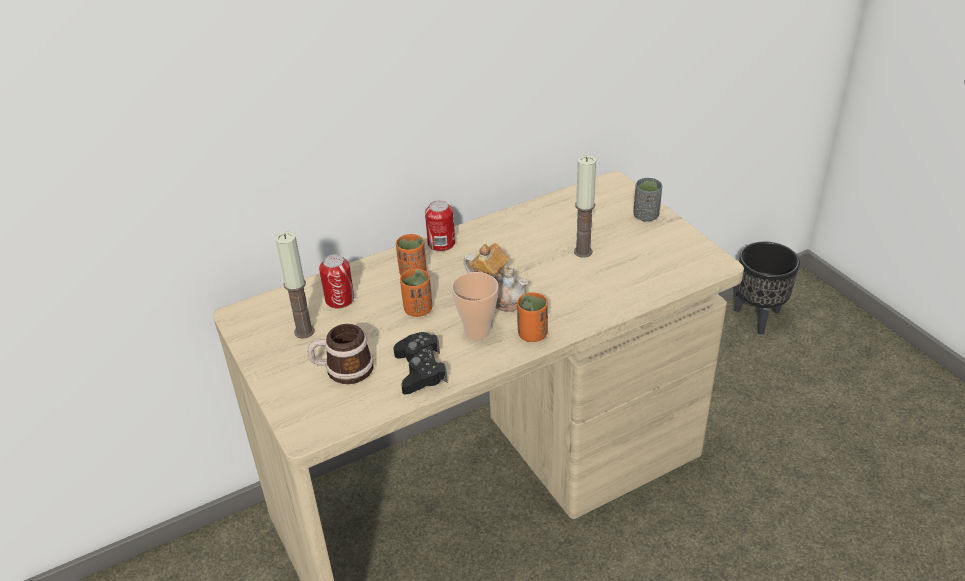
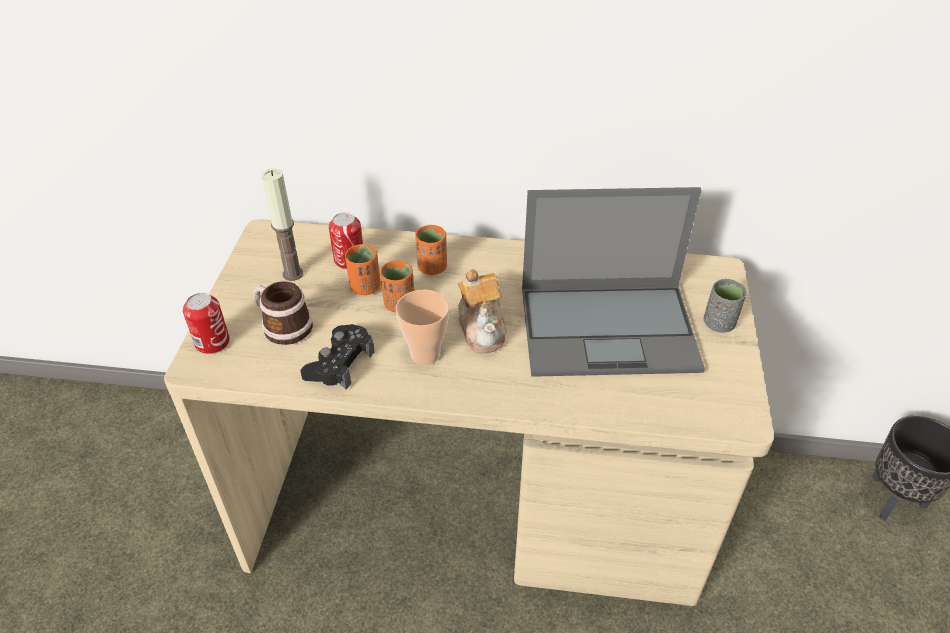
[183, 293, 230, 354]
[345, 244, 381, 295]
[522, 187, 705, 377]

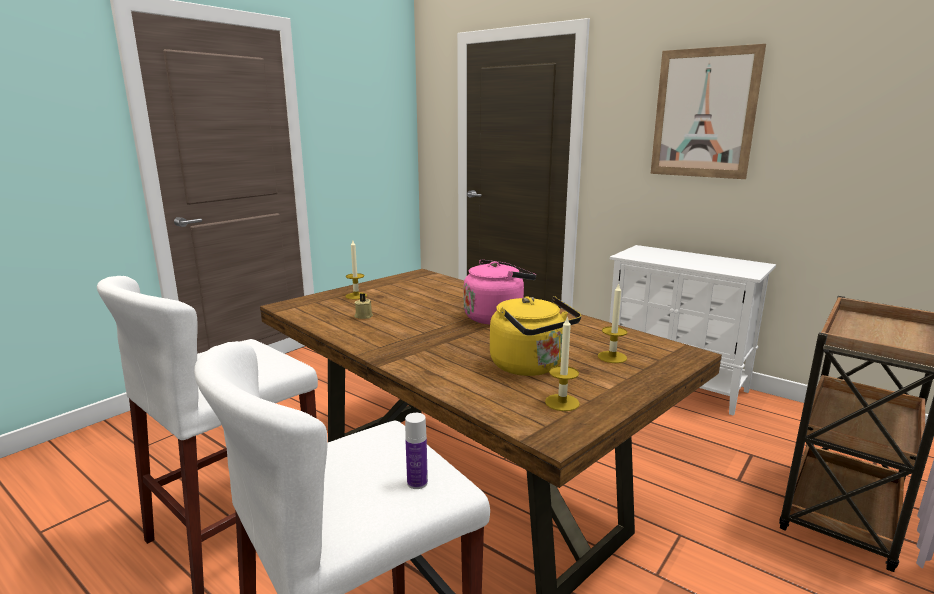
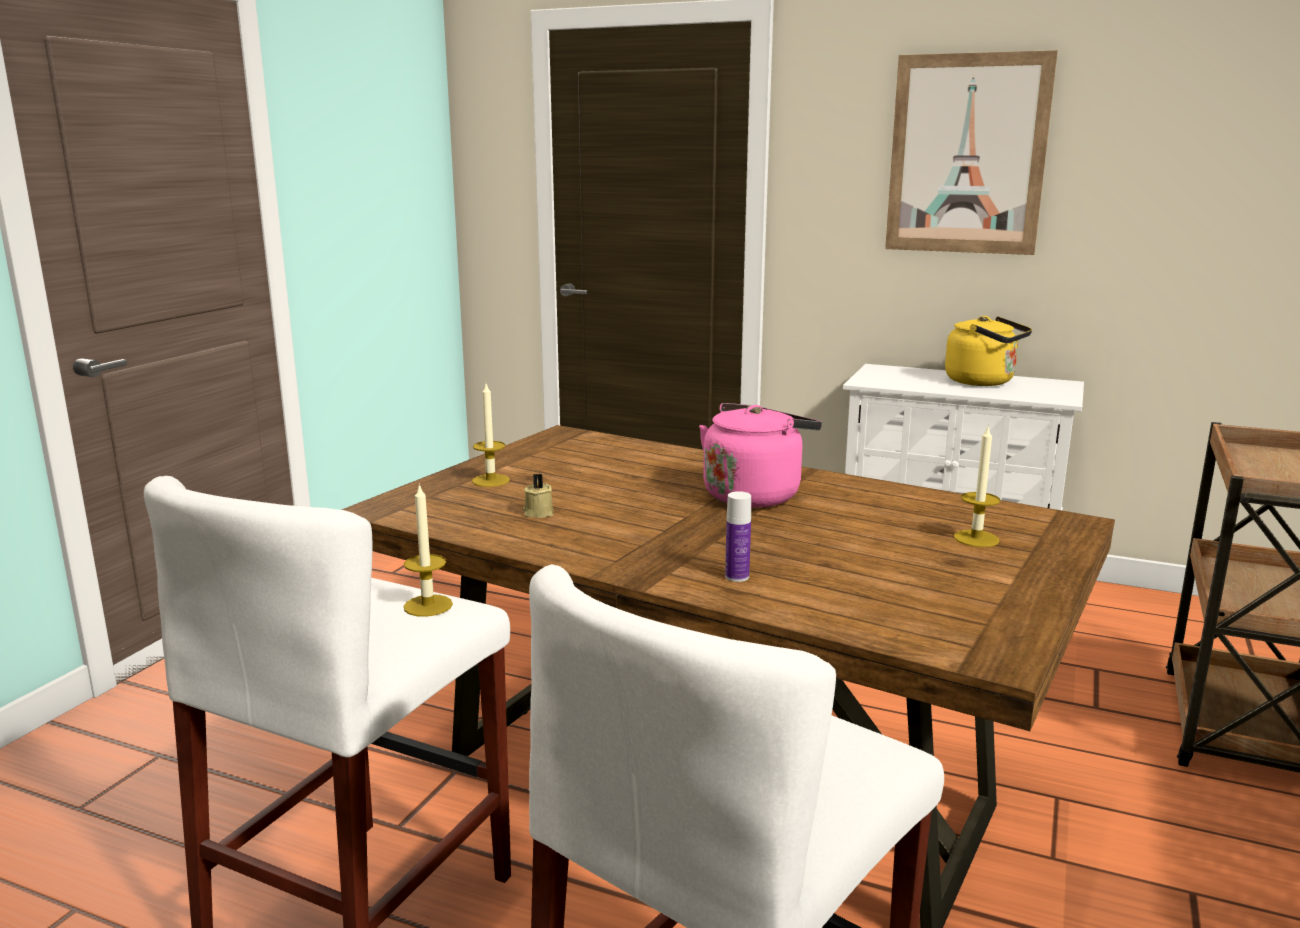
[404, 483, 453, 617]
[725, 491, 751, 582]
[945, 316, 1032, 386]

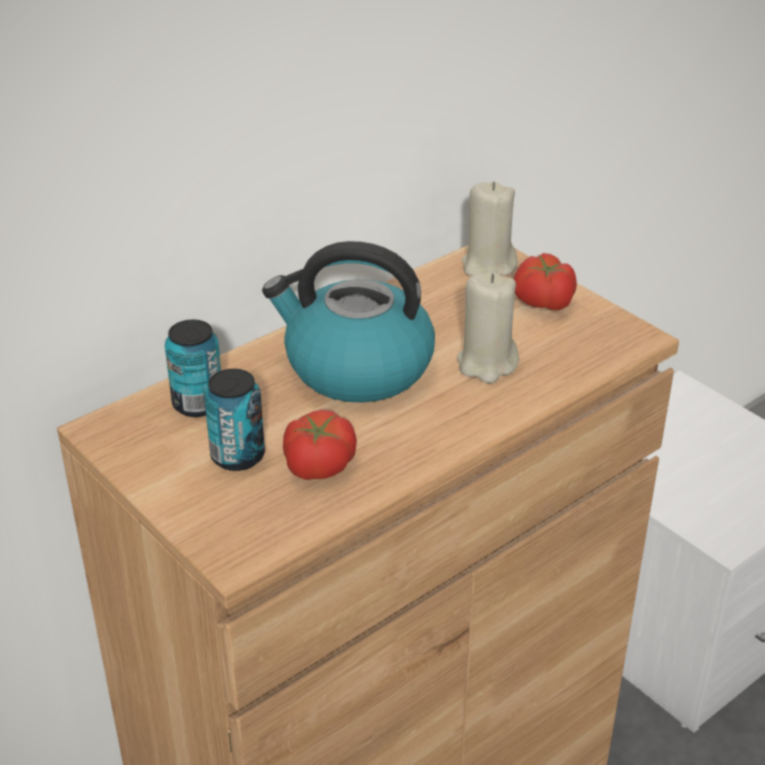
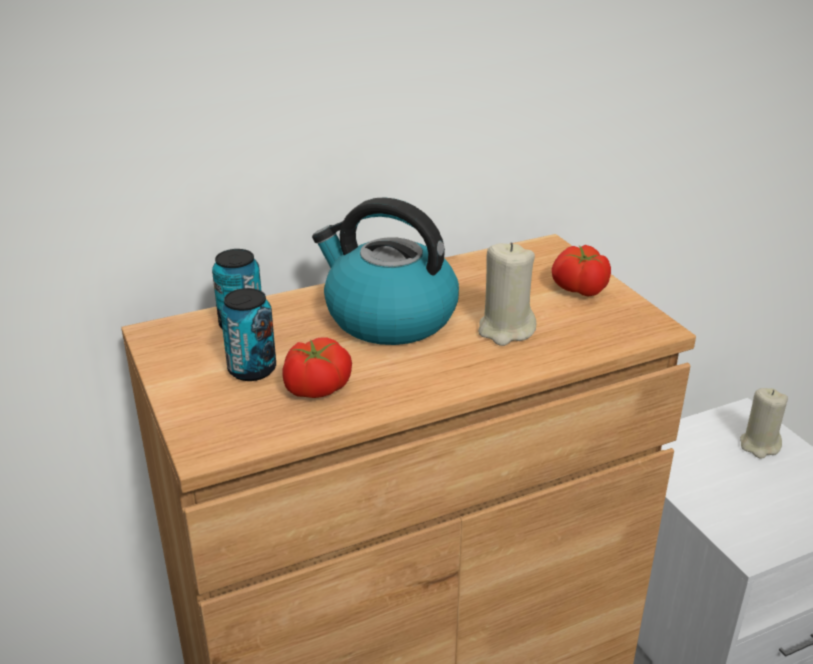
[740, 388, 788, 458]

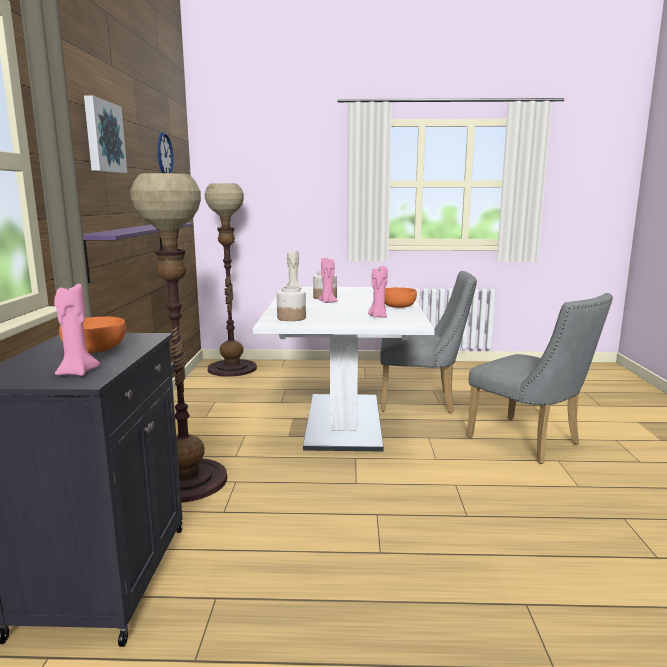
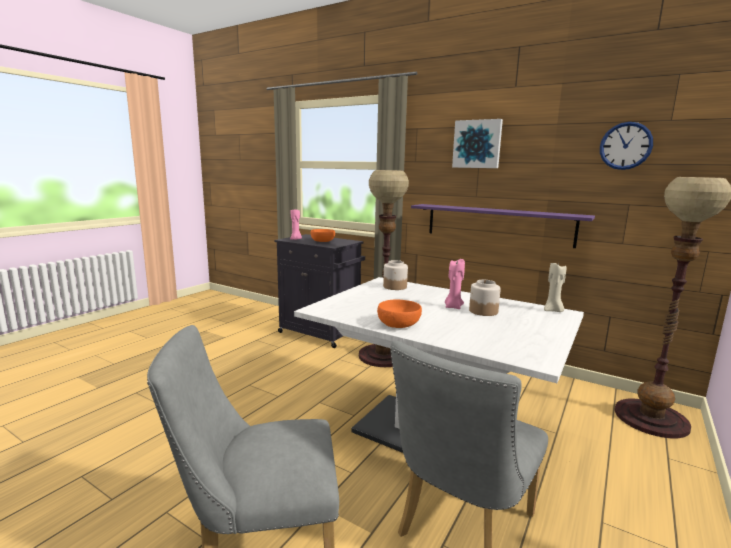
[368, 266, 387, 318] (first image)

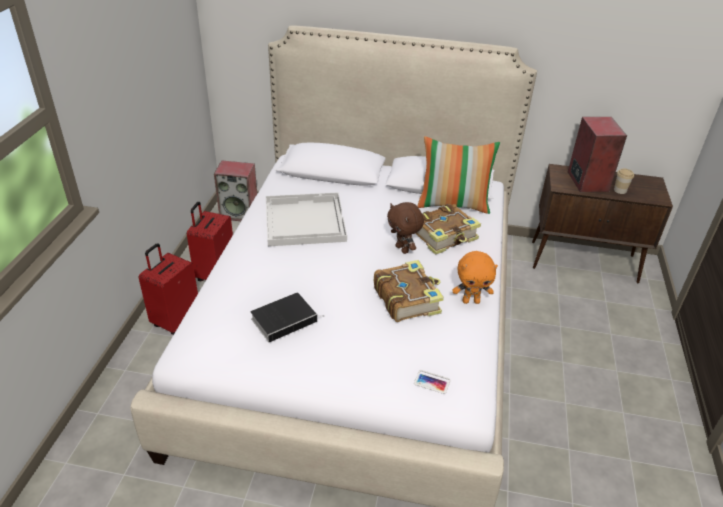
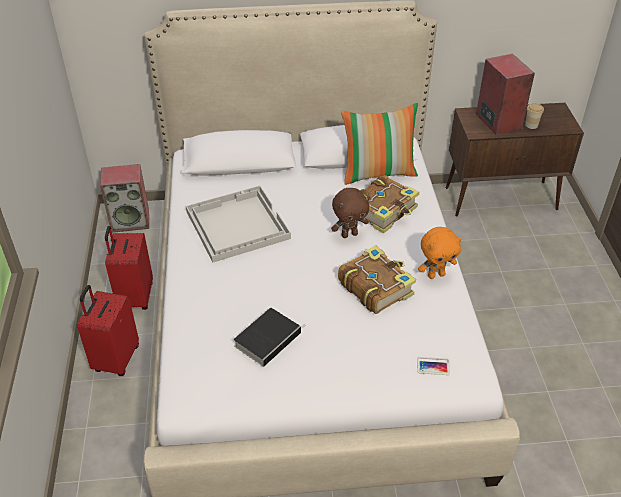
[331, 188, 370, 238]

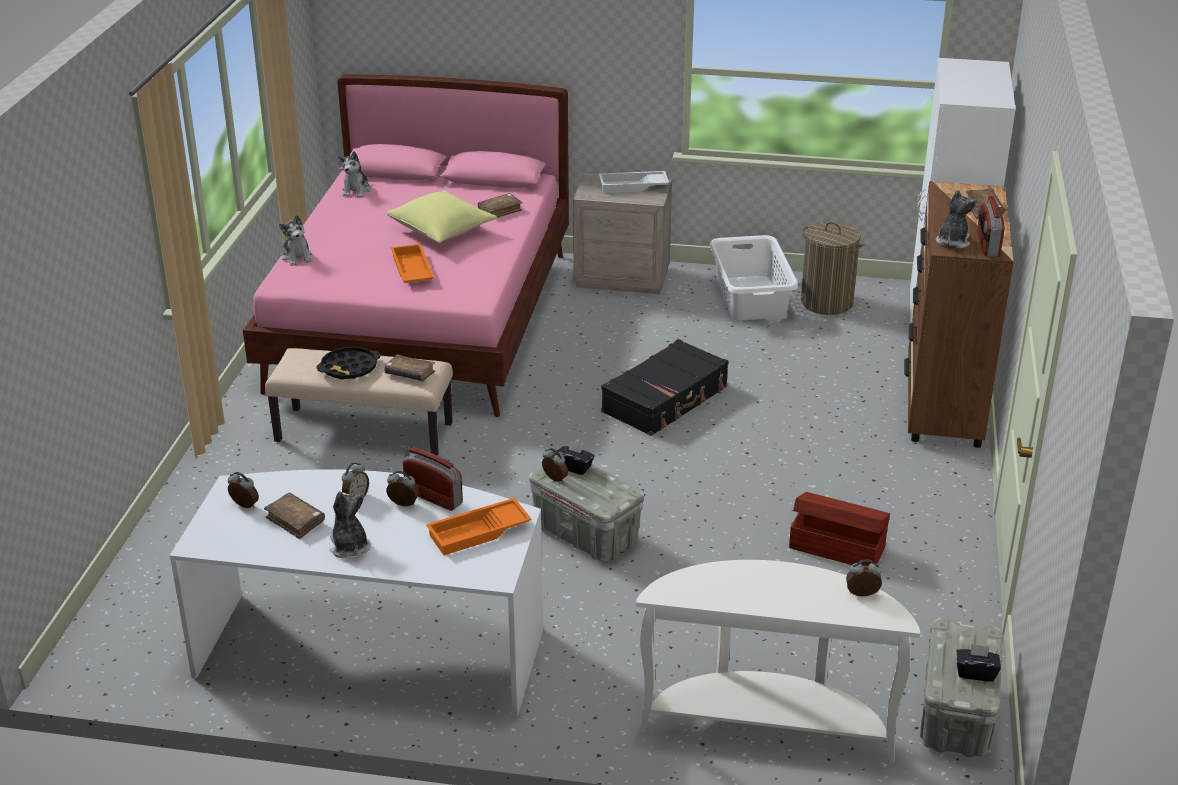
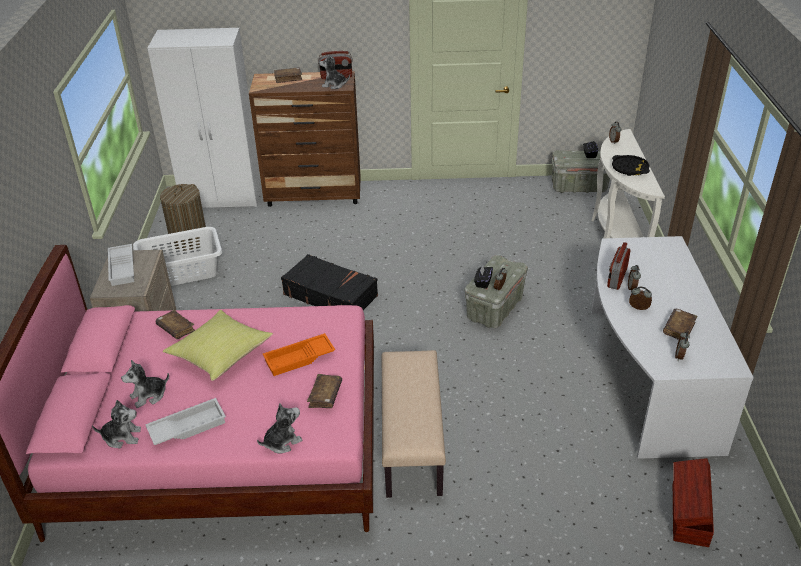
[121, 360, 169, 408]
[145, 398, 226, 445]
[307, 374, 342, 408]
[612, 155, 650, 176]
[673, 458, 714, 547]
[426, 498, 532, 555] (first image)

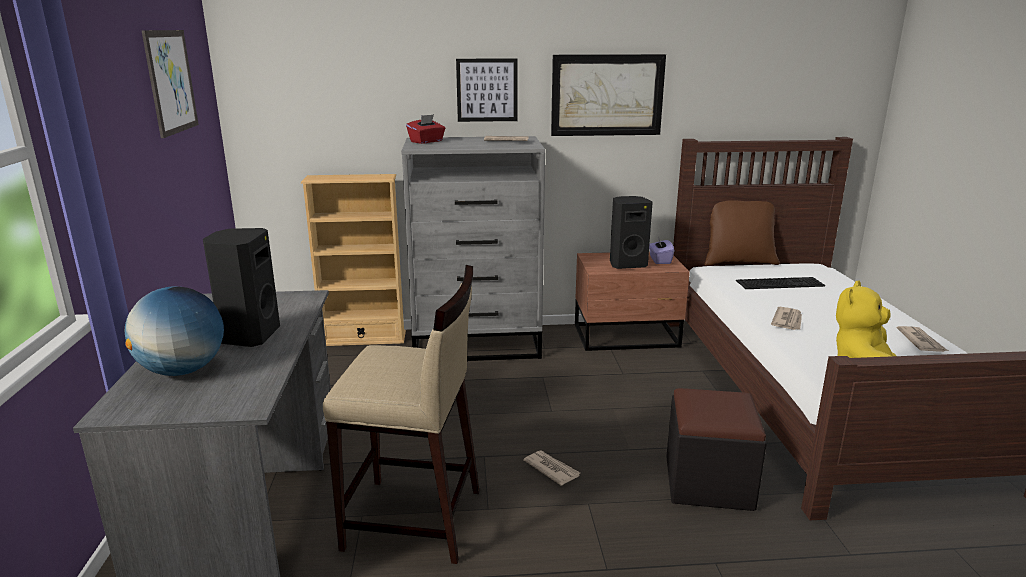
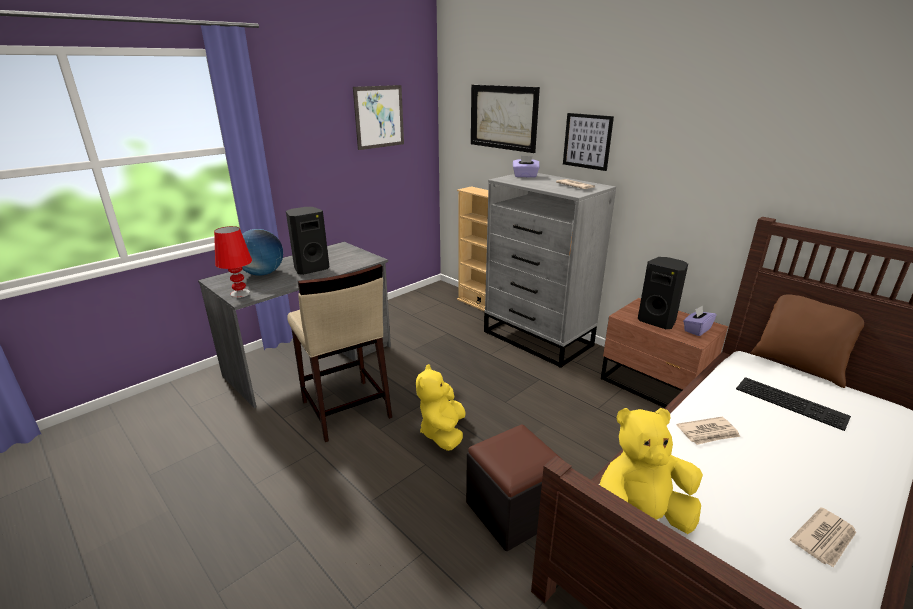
[214, 226, 252, 298]
[416, 364, 466, 451]
[471, 85, 540, 153]
[513, 156, 540, 178]

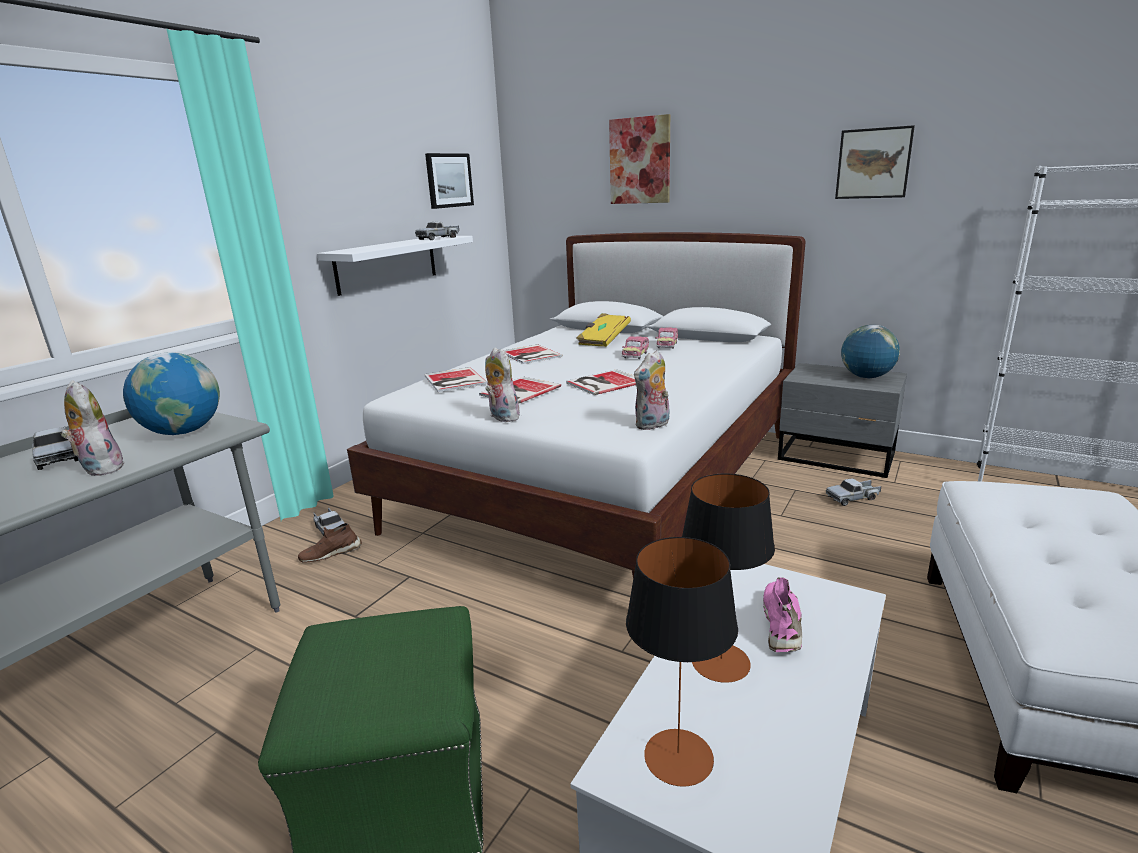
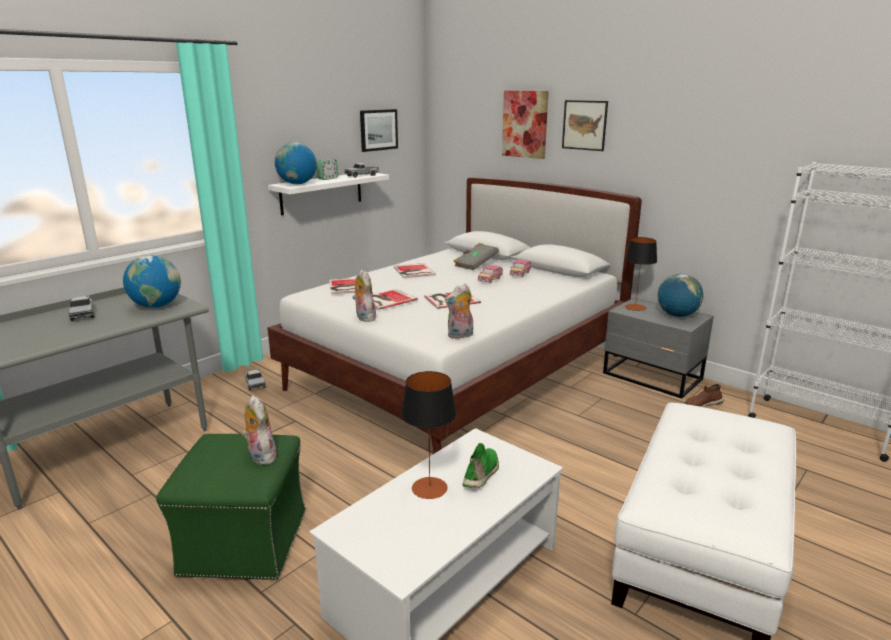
[242, 395, 278, 465]
[275, 142, 317, 184]
[316, 159, 338, 180]
[454, 243, 499, 270]
[463, 443, 499, 488]
[562, 100, 608, 151]
[625, 237, 657, 311]
[685, 384, 724, 407]
[826, 478, 881, 506] (first image)

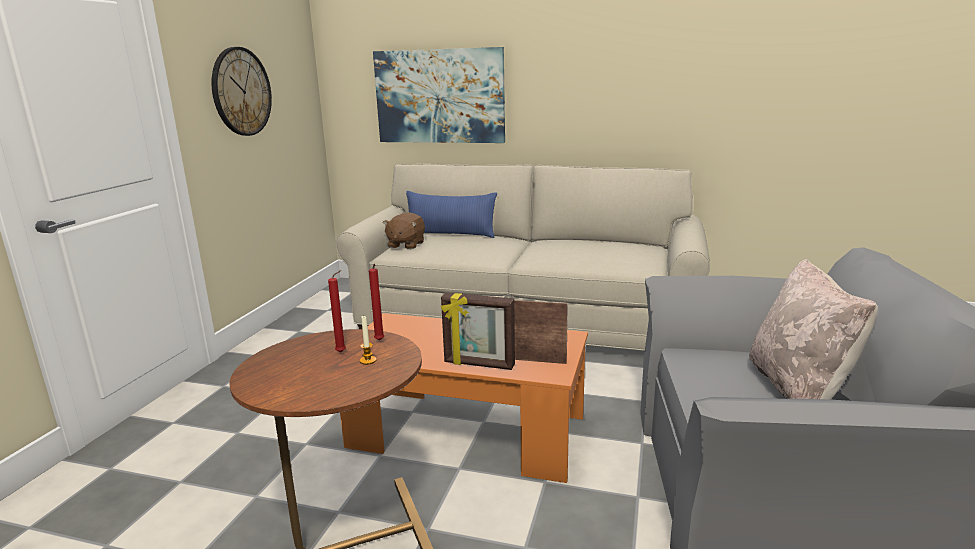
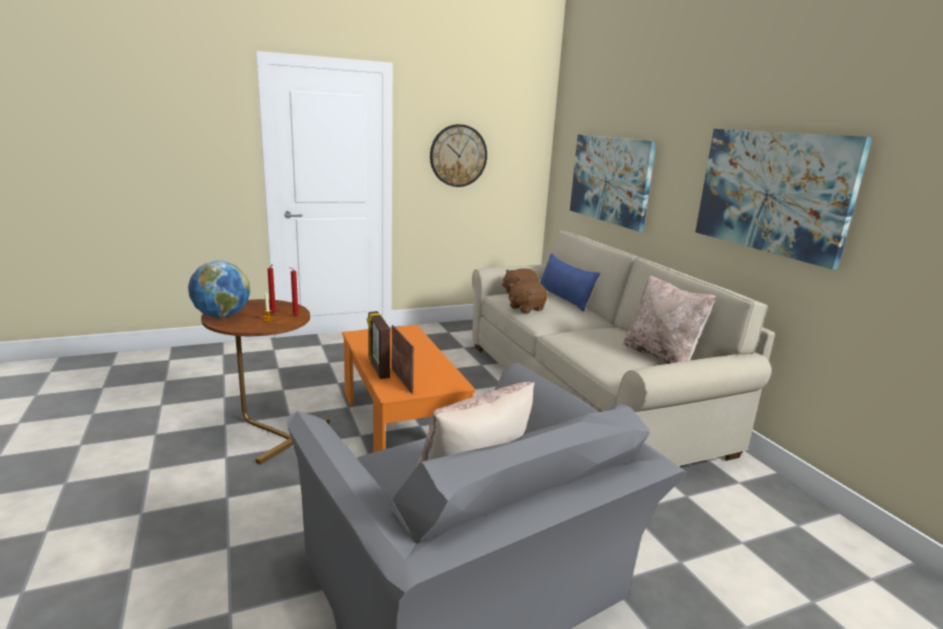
[188, 261, 250, 318]
[509, 281, 548, 313]
[623, 275, 716, 364]
[695, 129, 873, 270]

